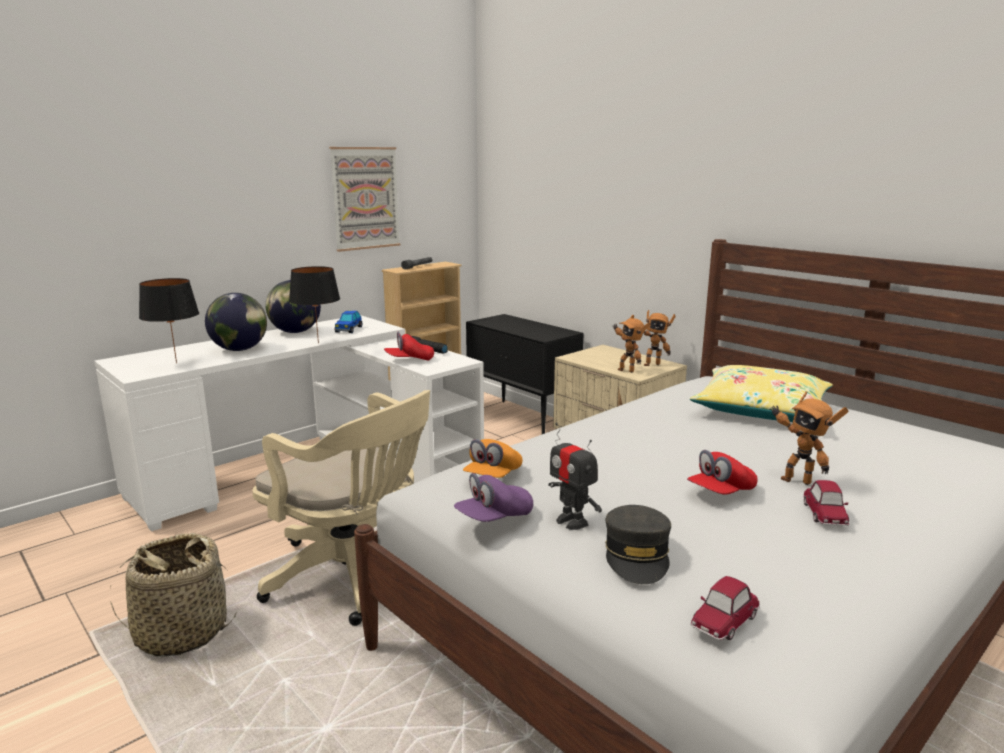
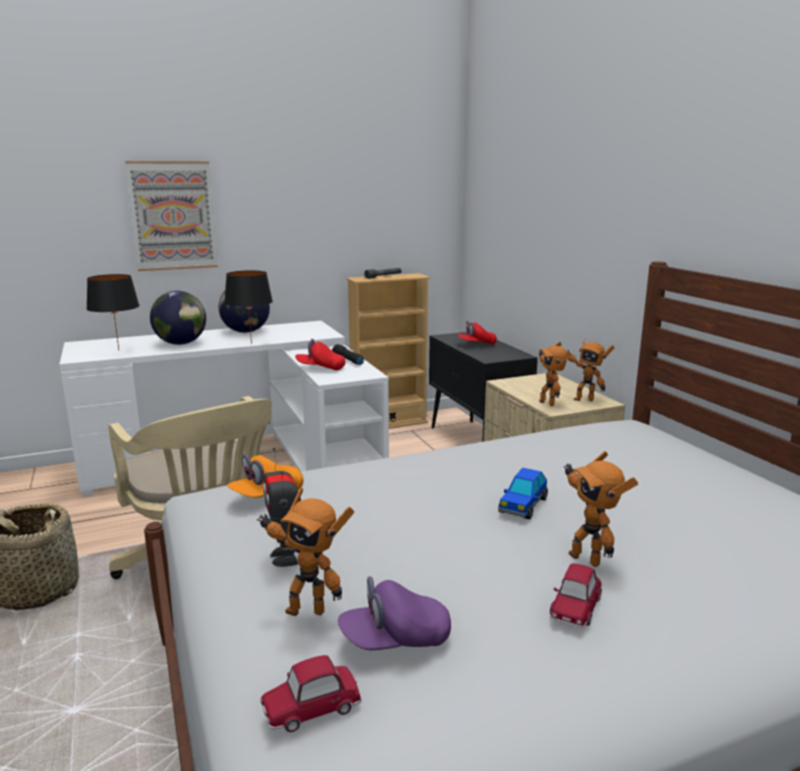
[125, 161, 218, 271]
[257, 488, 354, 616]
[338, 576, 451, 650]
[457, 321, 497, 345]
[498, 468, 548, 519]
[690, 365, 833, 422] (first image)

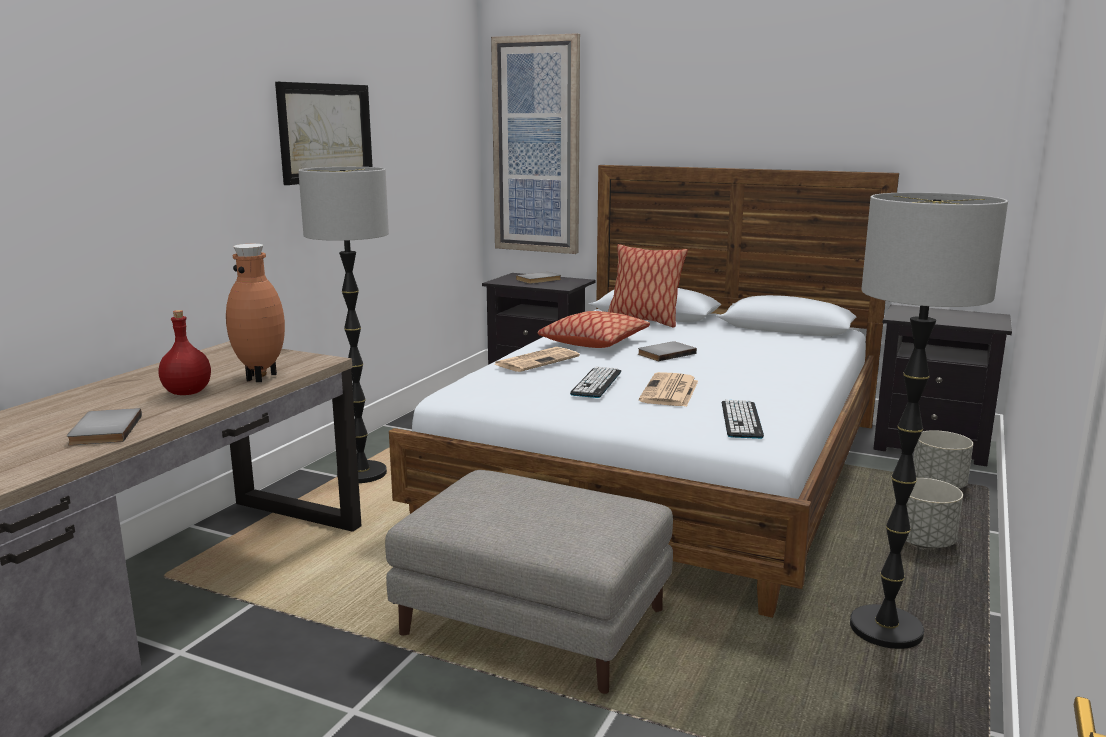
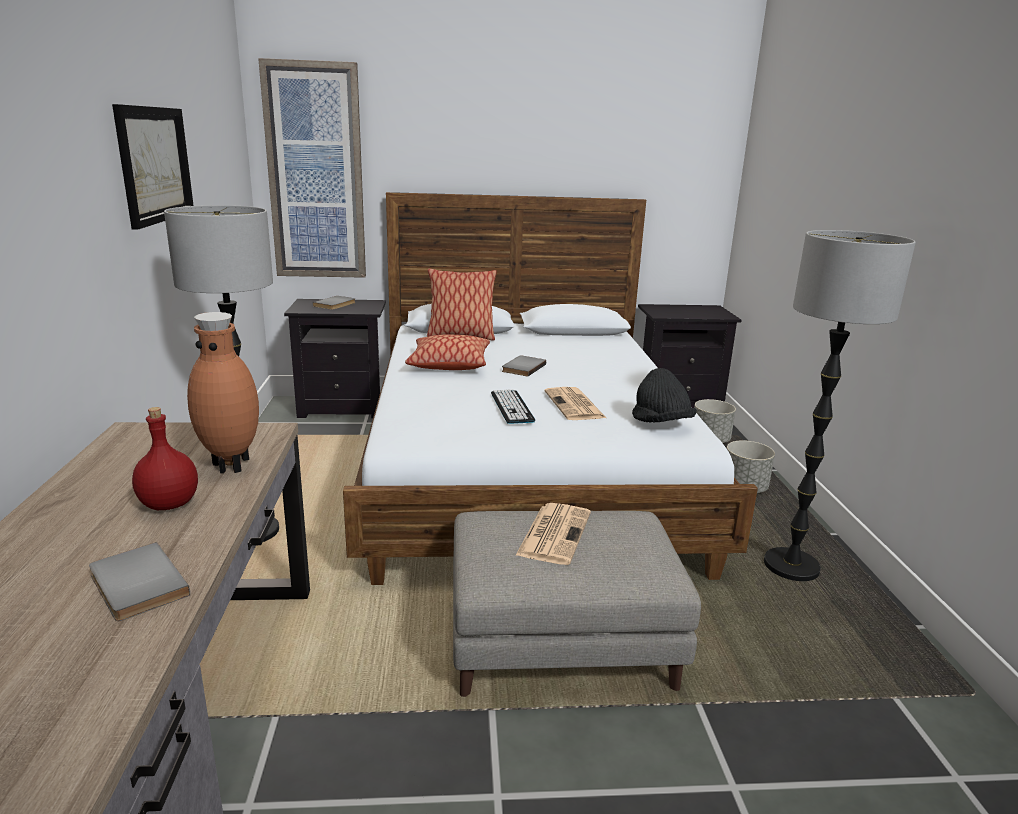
[515, 503, 591, 565]
[632, 368, 697, 423]

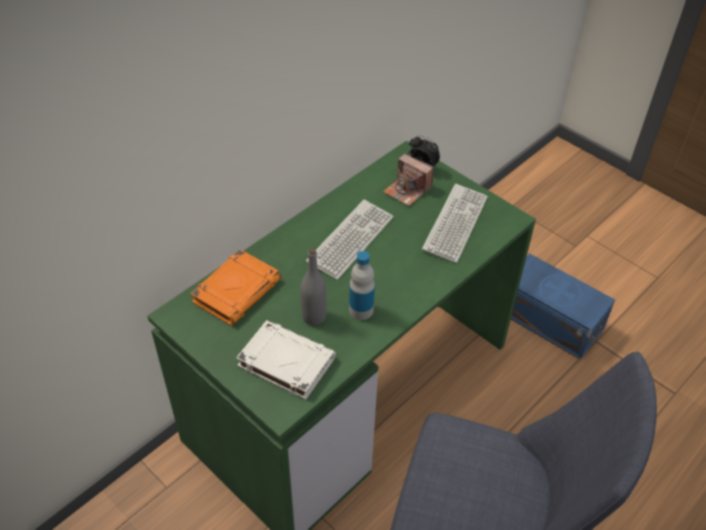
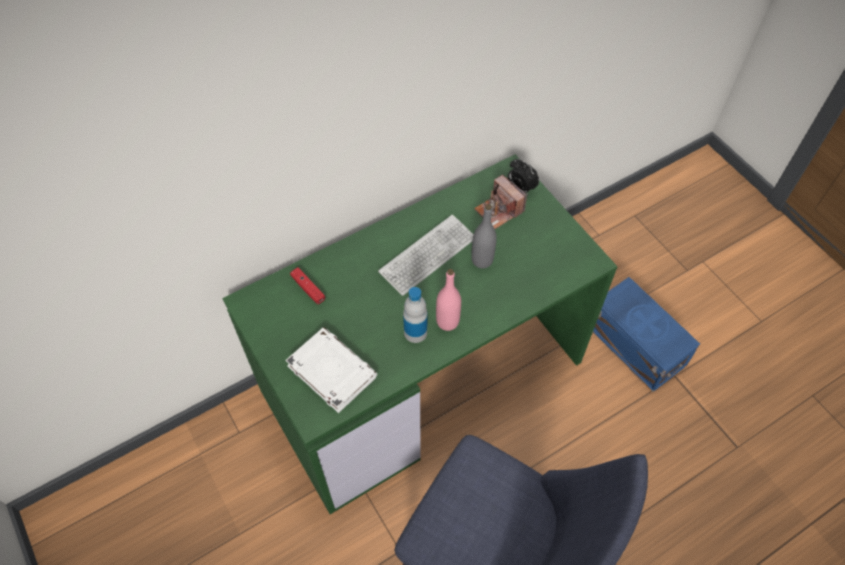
[290, 267, 325, 304]
[436, 269, 461, 331]
[471, 204, 497, 268]
[422, 184, 488, 263] (first image)

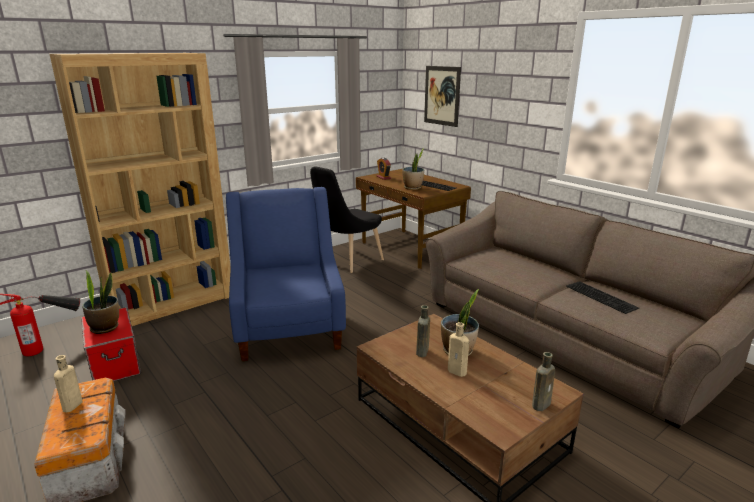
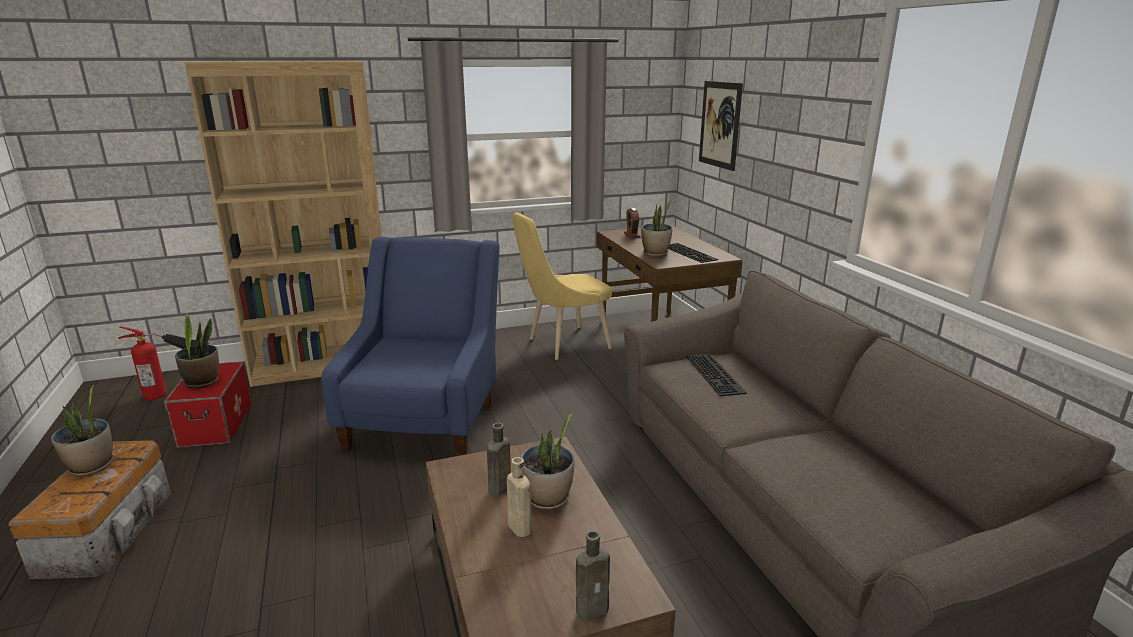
[51, 385, 114, 476]
[512, 213, 612, 360]
[686, 354, 747, 396]

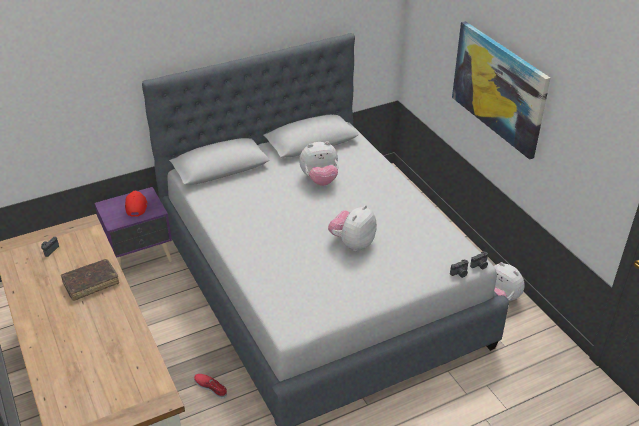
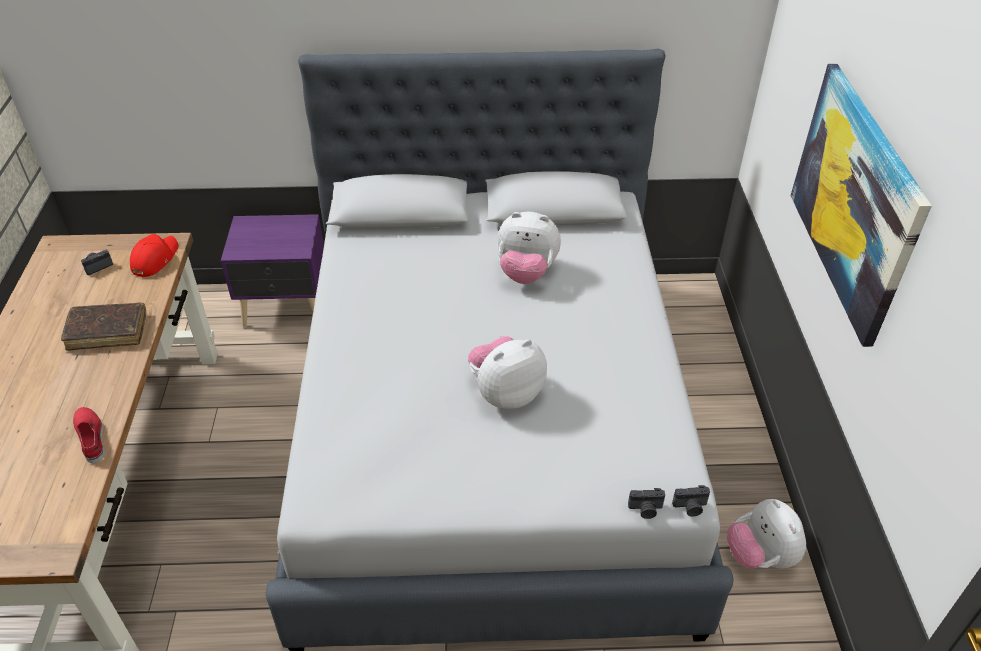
[73, 407, 105, 464]
[130, 234, 178, 277]

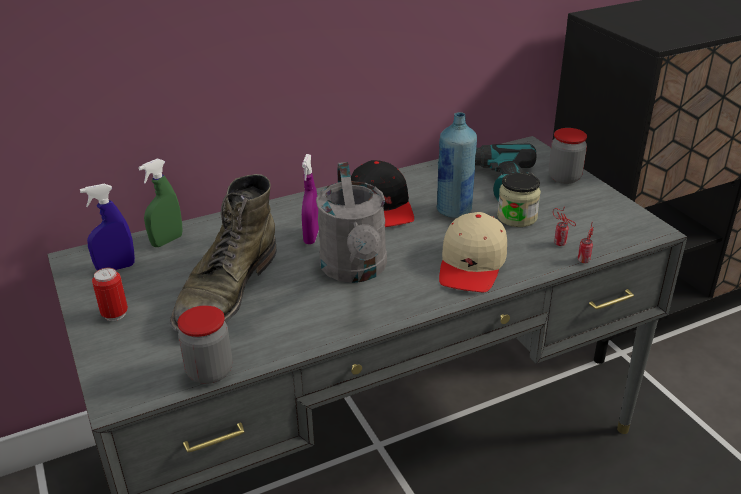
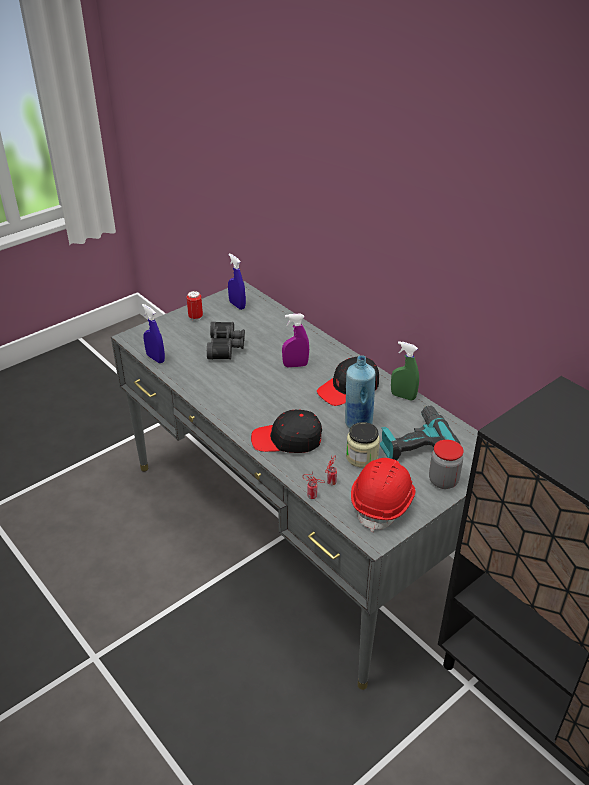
[142, 304, 165, 363]
[207, 322, 245, 360]
[251, 409, 322, 453]
[351, 458, 416, 532]
[391, 341, 419, 401]
[316, 162, 387, 283] (first image)

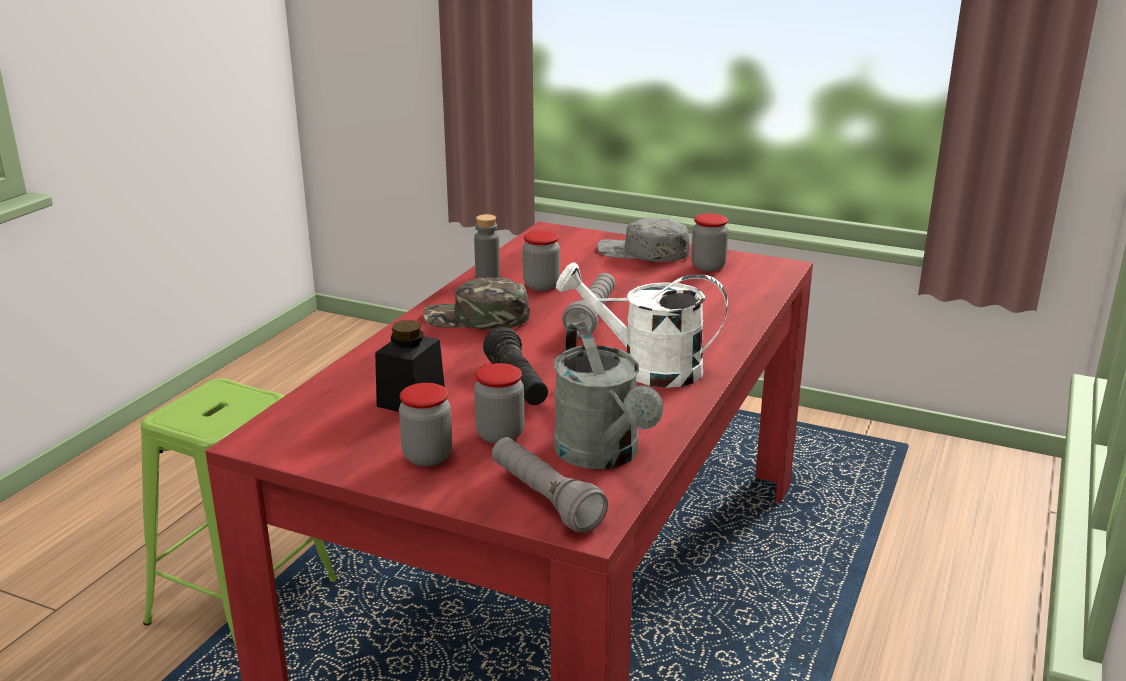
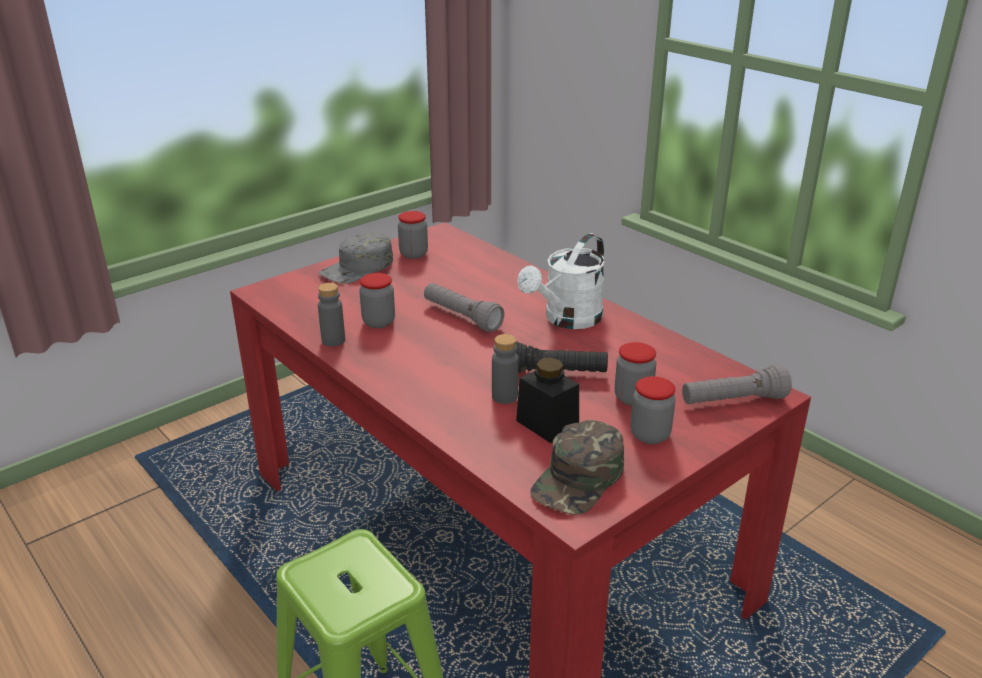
[492, 334, 519, 404]
[530, 420, 624, 515]
[554, 322, 663, 469] (first image)

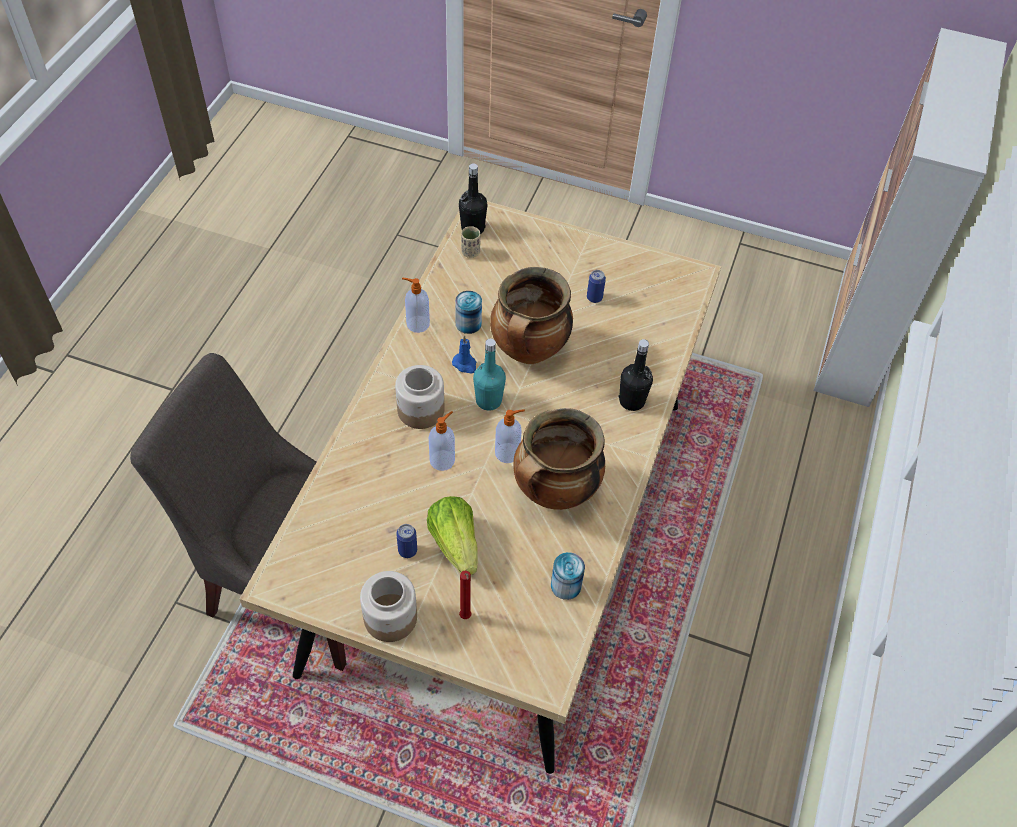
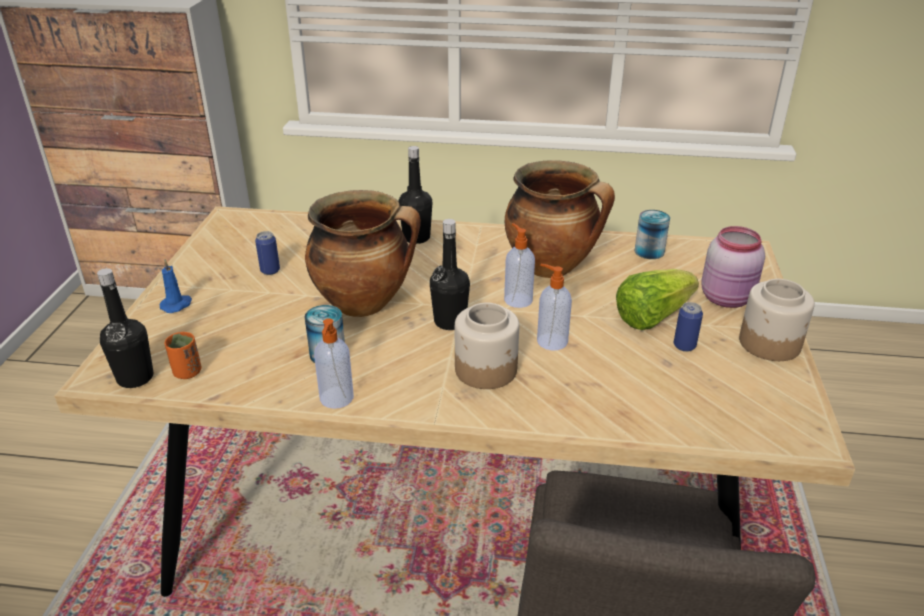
[160, 259, 192, 313]
[164, 332, 201, 379]
[430, 219, 470, 330]
[701, 226, 765, 308]

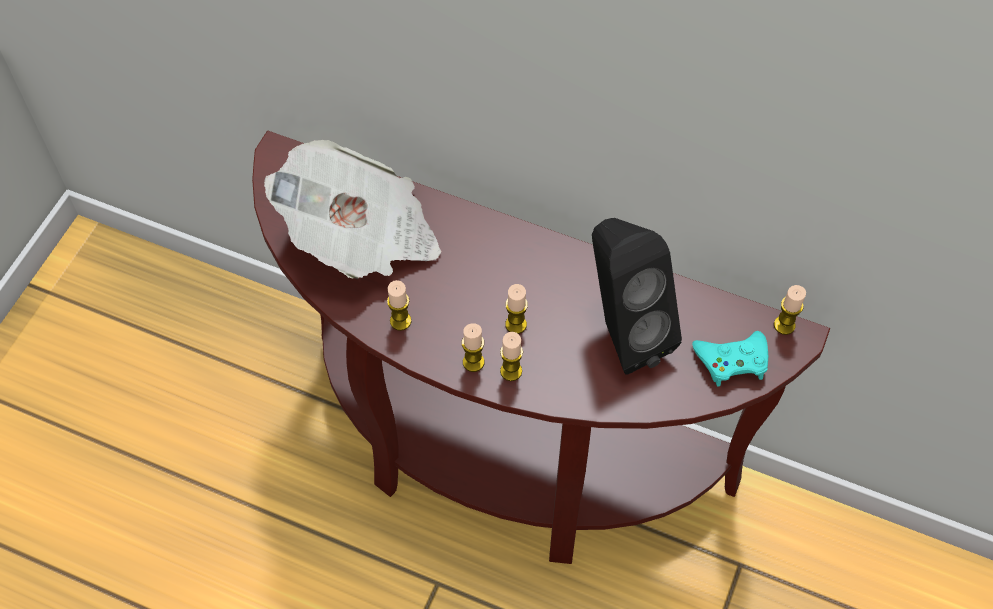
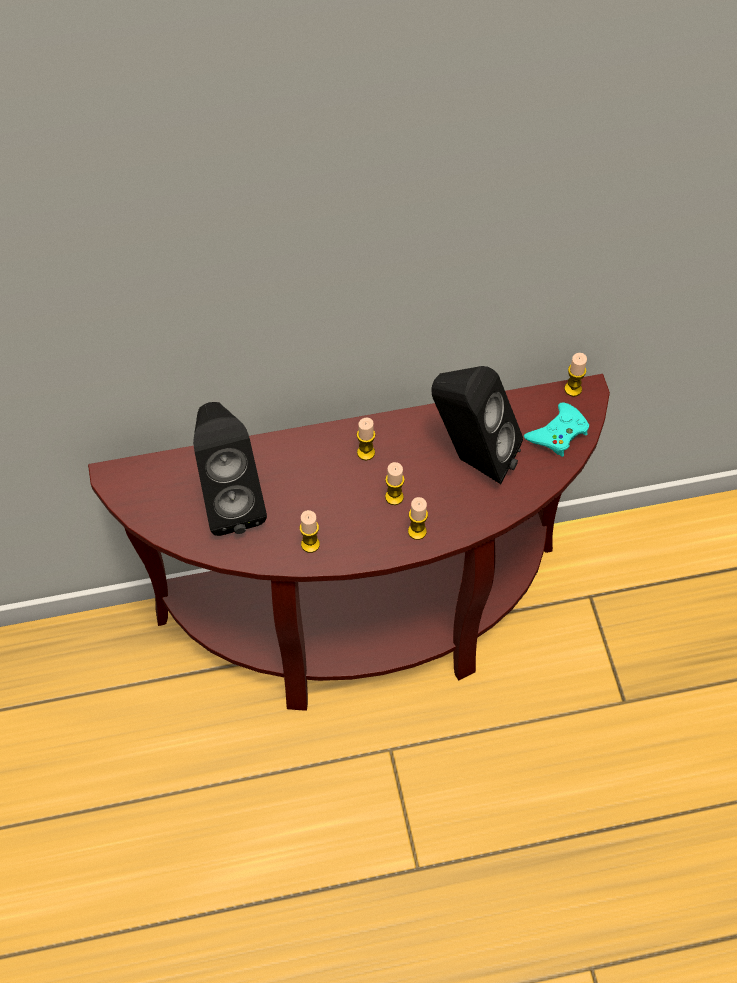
[193, 402, 267, 536]
[357, 418, 376, 460]

